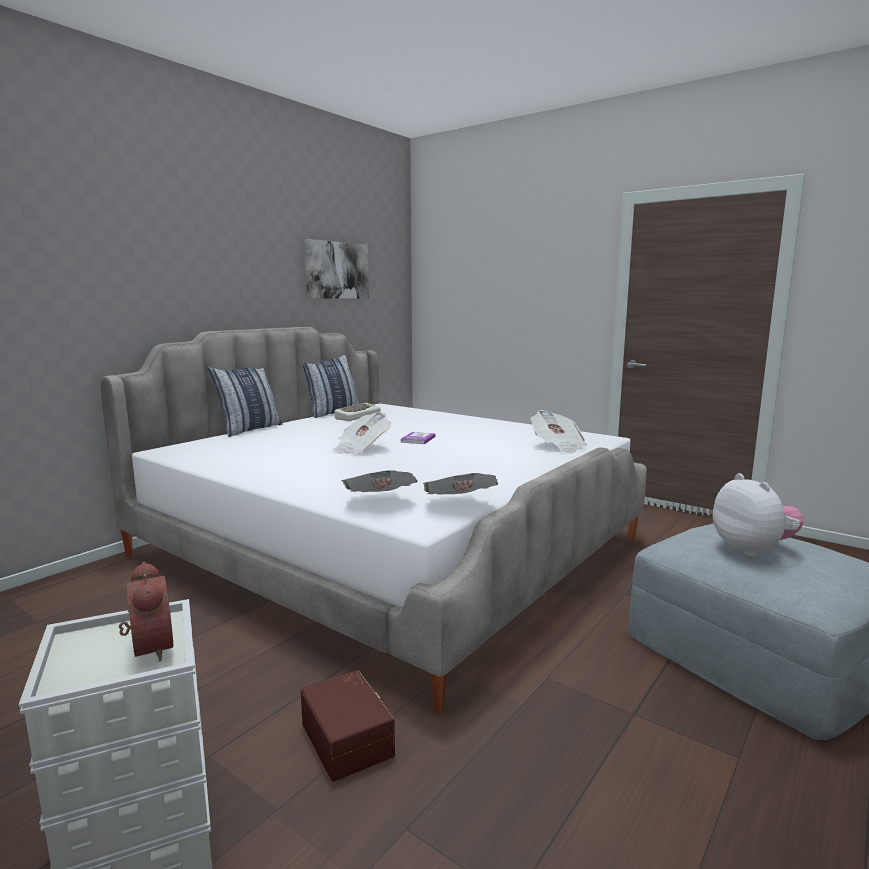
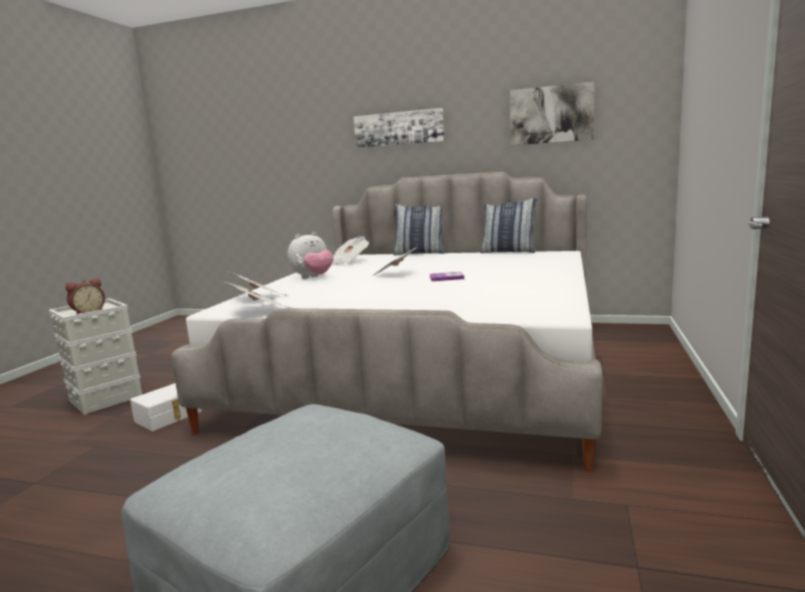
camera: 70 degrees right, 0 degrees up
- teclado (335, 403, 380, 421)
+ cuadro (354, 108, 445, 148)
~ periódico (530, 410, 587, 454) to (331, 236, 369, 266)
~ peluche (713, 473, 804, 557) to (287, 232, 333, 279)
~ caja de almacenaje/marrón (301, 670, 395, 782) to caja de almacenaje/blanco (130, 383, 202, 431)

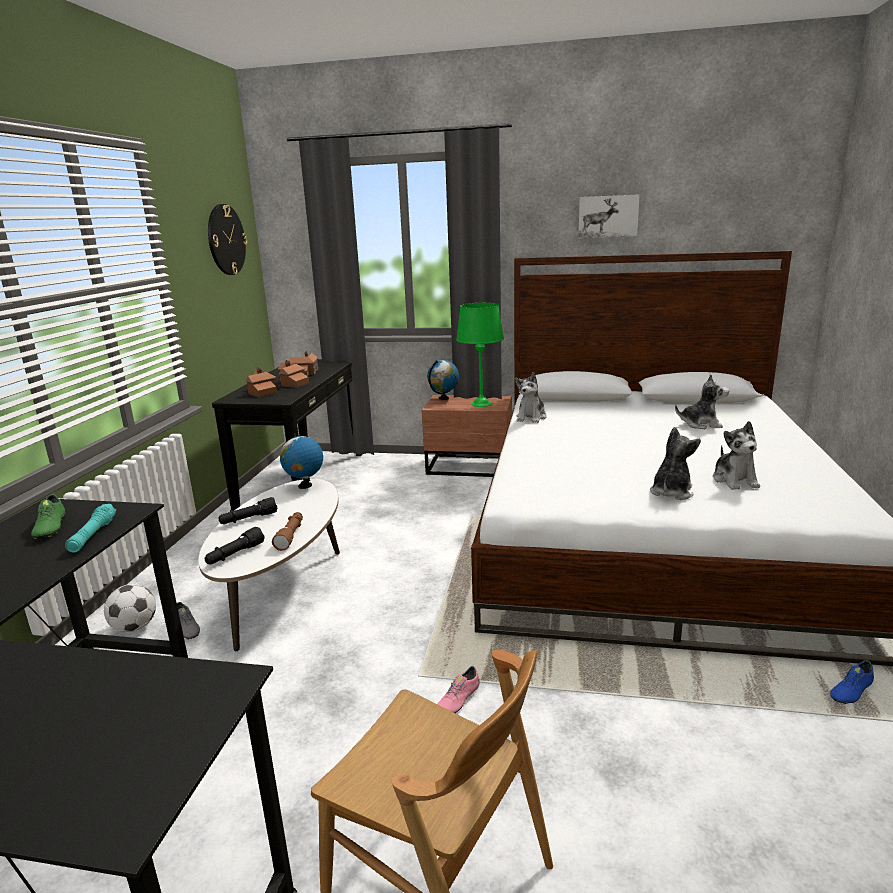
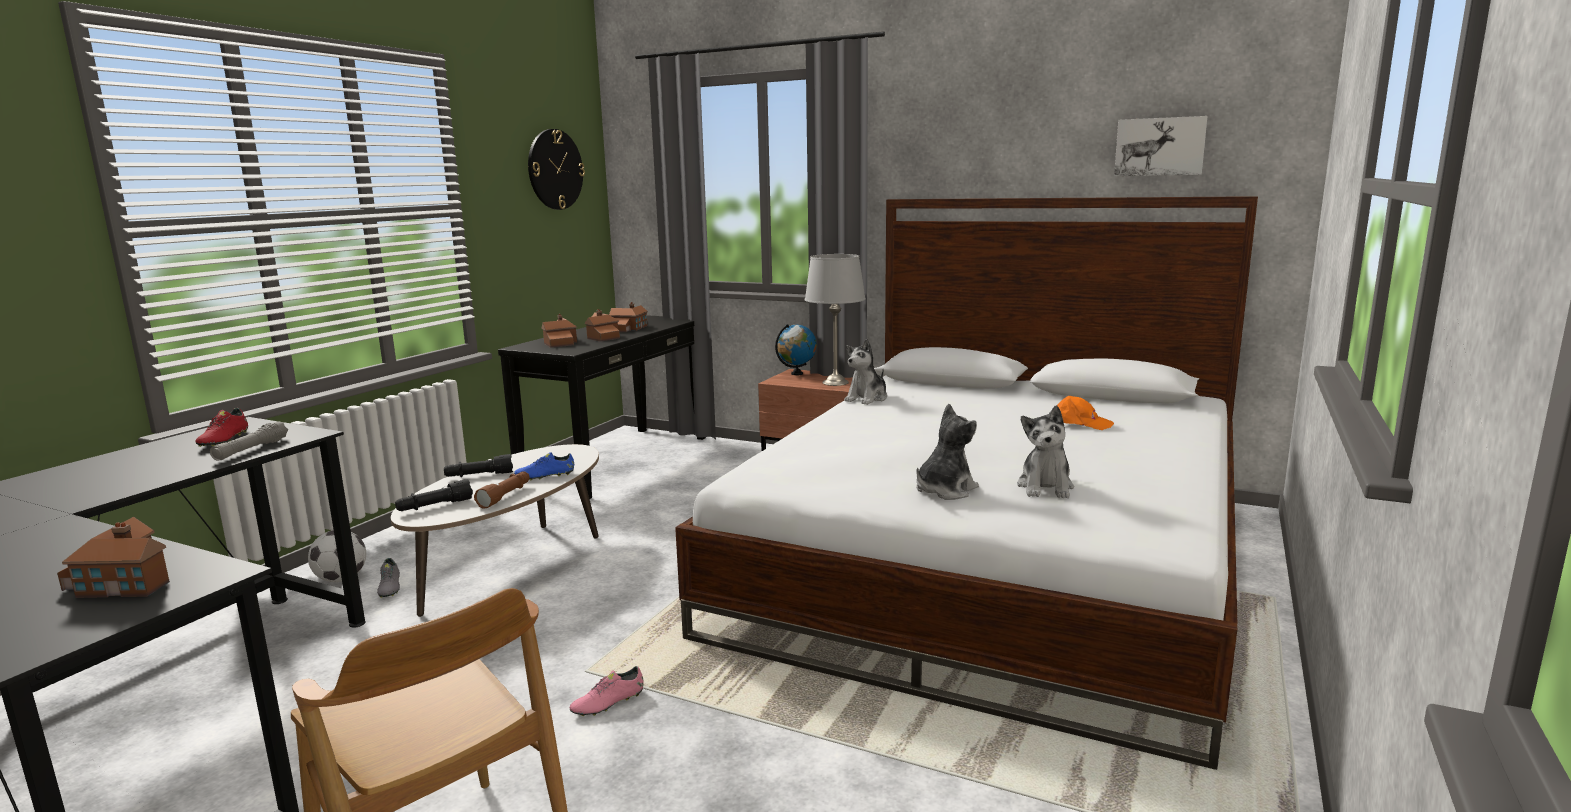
camera: 15 degrees right, 5 degrees down
- globo terráqueo (280, 433, 323, 489)
+ casita (57, 517, 170, 598)
~ cuadro (578, 194, 640, 238) to (1114, 116, 1207, 176)
~ zapato/azul (830, 660, 874, 704) to (514, 452, 574, 480)
~ peluche (675, 374, 729, 429) to gorra/naranja (1057, 396, 1114, 430)
~ zapato/verde (31, 494, 65, 539) to zapato/rojo (195, 408, 248, 447)
~ linterna/turquesa (65, 504, 116, 552) to linterna/gris (210, 422, 288, 461)
~ lámpara de mesa/verde (456, 303, 504, 407) to lámpara de mesa/gris (805, 254, 866, 386)

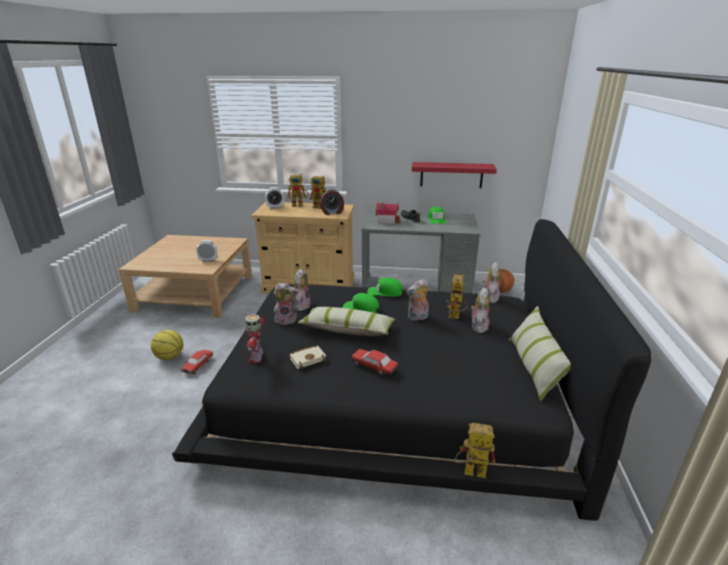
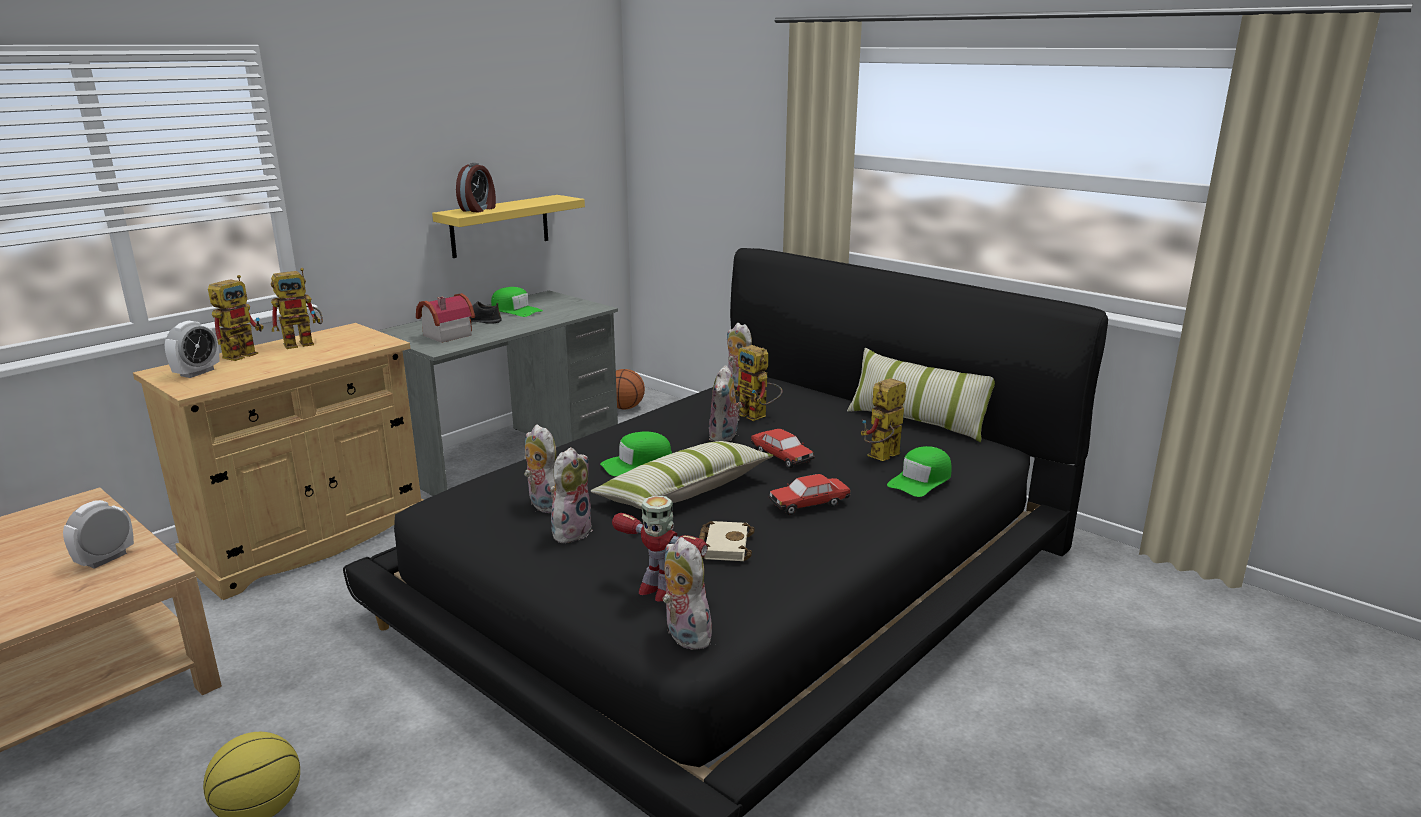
camera: 55 degrees left, 5 degrees down
~ coche de juguete (181, 350, 213, 374) to (751, 429, 815, 469)
~ despertador (320, 189, 344, 215) to (456, 163, 496, 212)
~ gorra/verde (367, 278, 403, 297) to (887, 446, 952, 497)
~ robot de juguete (455, 423, 495, 479) to (861, 378, 906, 461)
~ peluche (471, 287, 490, 333) to (662, 537, 715, 650)
~ estante/rojo (412, 162, 497, 188) to estante/amarillo (432, 195, 585, 258)

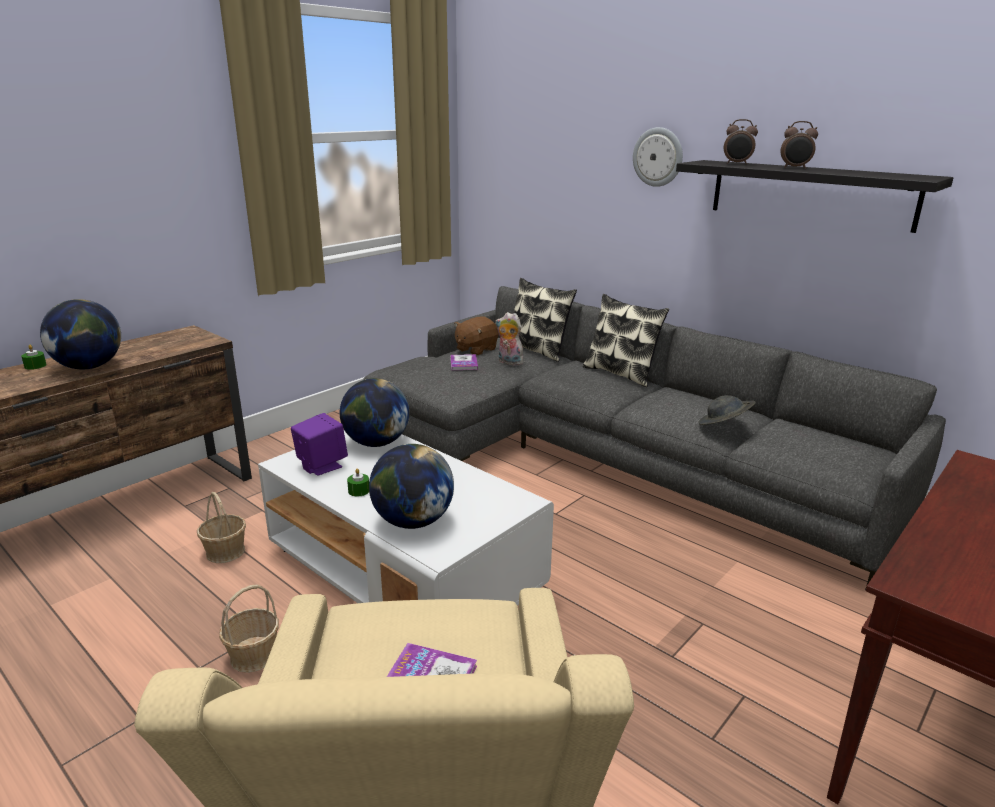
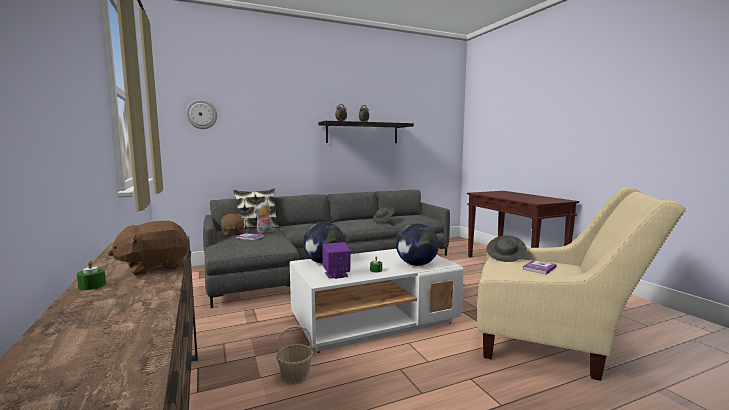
camera: 65 degrees left, 15 degrees down
- cesta (219, 585, 279, 673)
- cojín (583, 294, 669, 387)
+ sombrero/gris (486, 235, 527, 262)
~ reloj de pared (633, 127, 683, 187) to (186, 100, 217, 129)
~ globo terráqueo (40, 299, 121, 369) to peluche/marrón (108, 221, 189, 276)

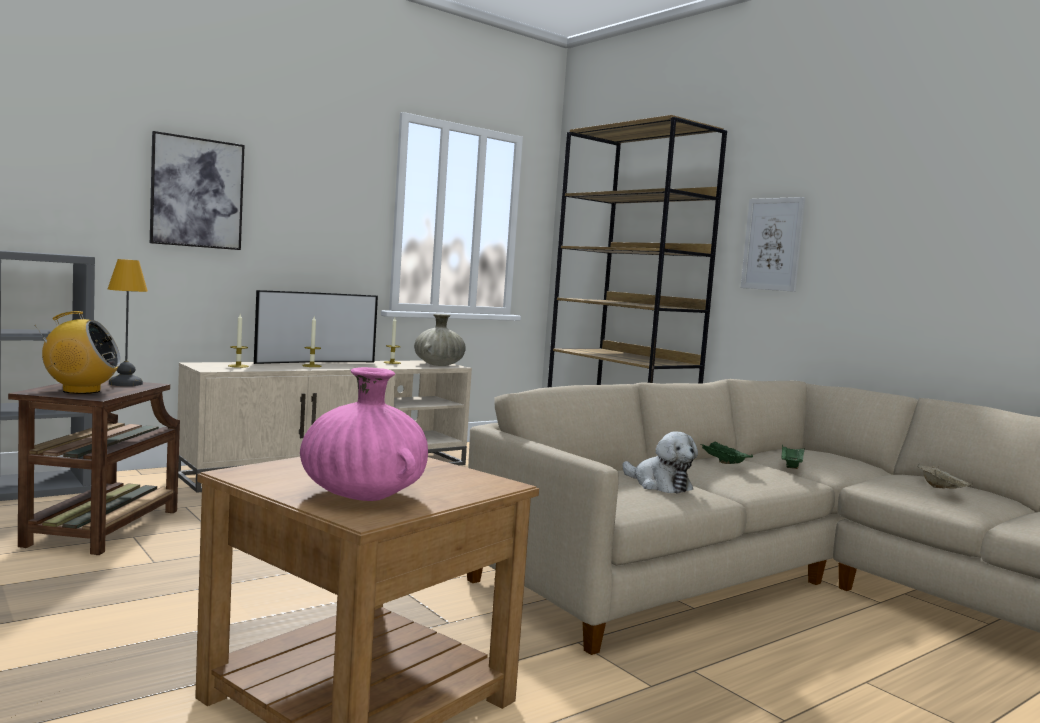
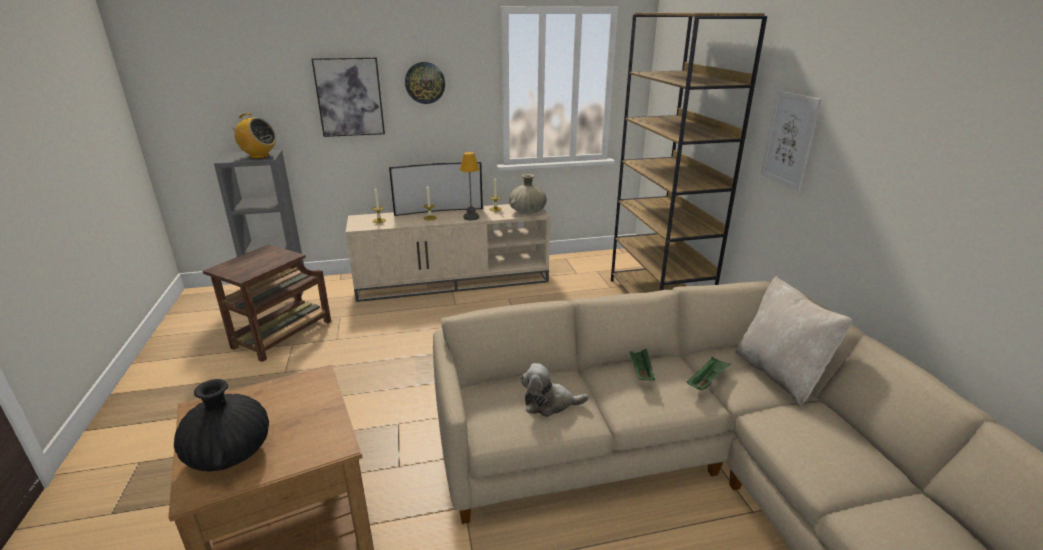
camera: 25 degrees right, 20 degrees up
- bandeja/beis (917, 464, 973, 489)
+ reloj de pared (405, 62, 445, 104)
+ cojín/beis (735, 276, 853, 406)
~ radio (34, 311, 121, 394) to (229, 113, 276, 159)
~ lámpara de mesa (108, 259, 148, 386) to (460, 152, 479, 220)
~ florero/rosa (300, 367, 428, 501) to florero/negro (174, 379, 269, 471)
~ peluche (622, 431, 698, 493) = (521, 363, 589, 417) 105 degrees clockwise

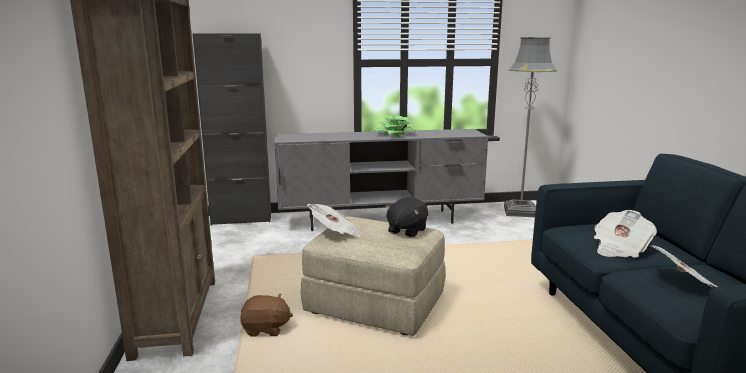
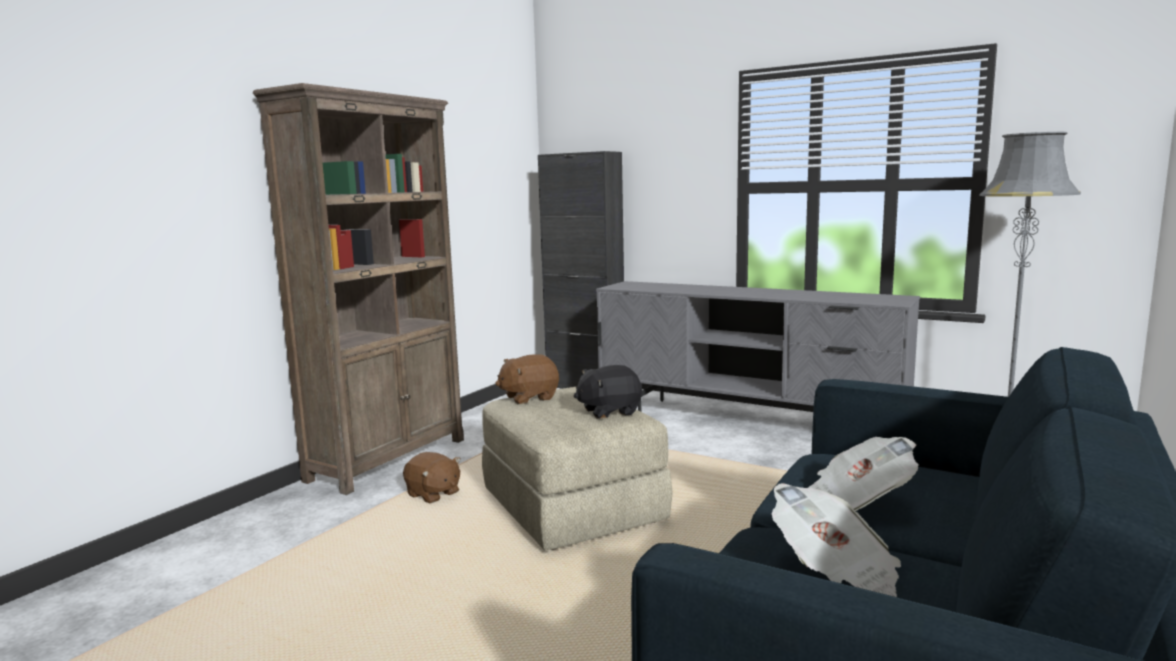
camera: 40 degrees right, 5 degrees down
- planta en maceta (371, 116, 416, 137)
~ periódico (307, 204, 361, 237) to peluche/marrón (495, 354, 559, 404)

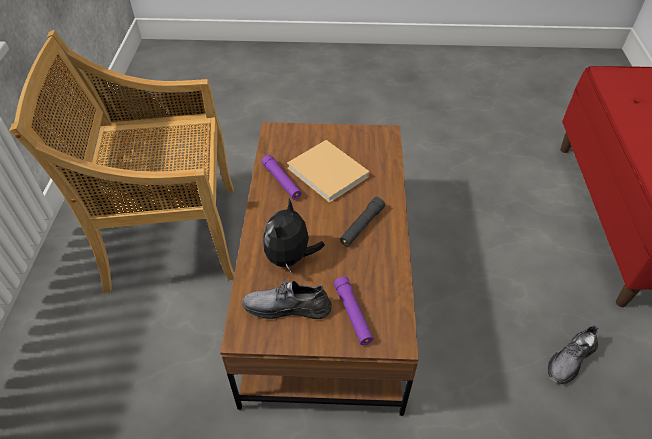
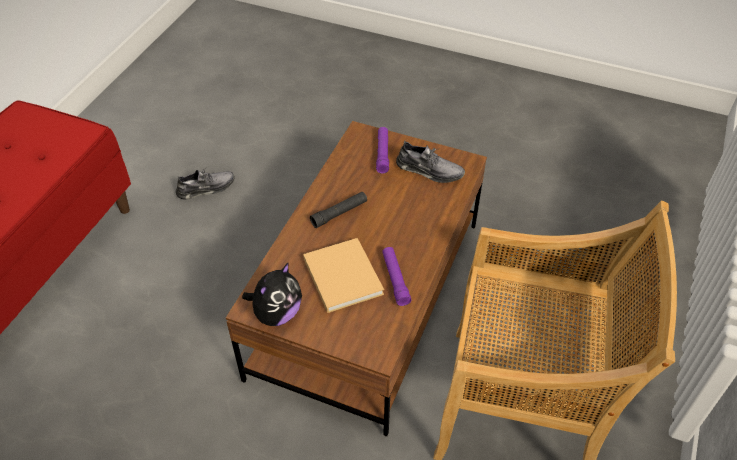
camera: 160 degrees left, 0 degrees up
~ peluche (263, 199, 325, 273) to (242, 262, 302, 326)

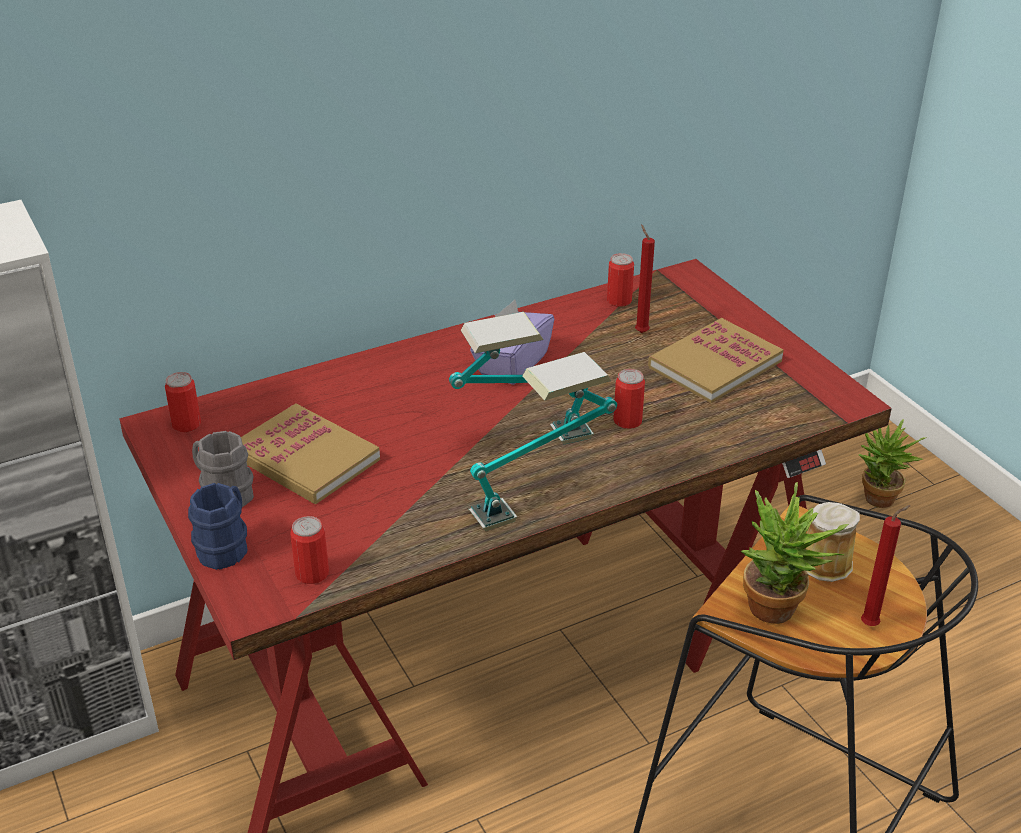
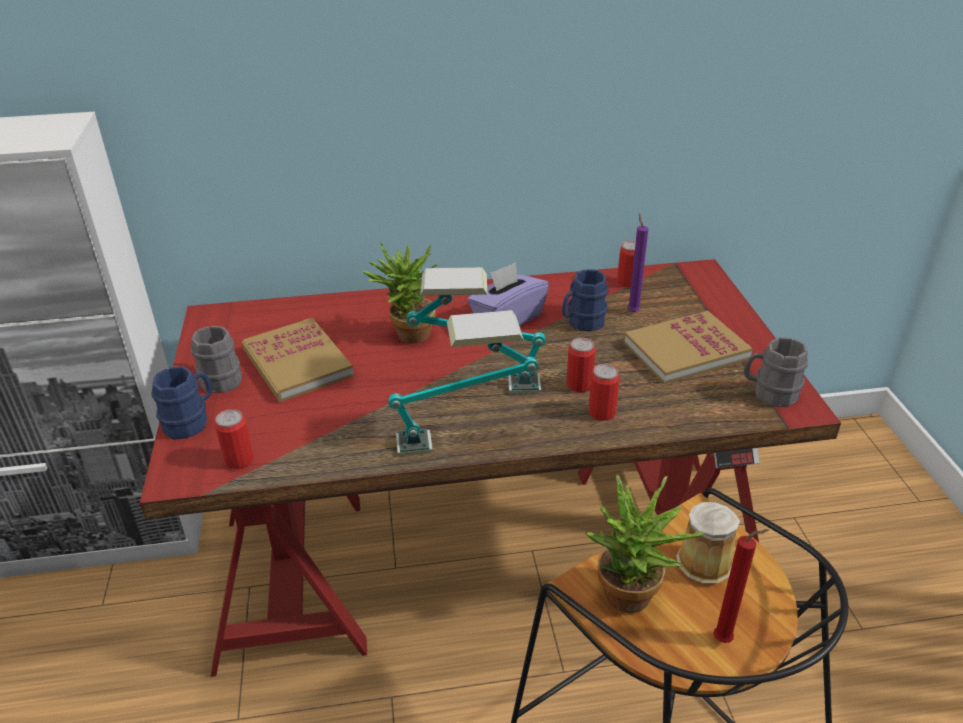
camera: 20 degrees right, 0 degrees up
+ taza grande/azul (562, 269, 609, 331)
+ taza grande/gris (744, 337, 808, 407)
~ lata (165, 372, 201, 432) to (588, 364, 620, 421)
~ planta en maceta (859, 419, 926, 508) to (363, 243, 439, 344)
~ vela/rojo (635, 224, 655, 333) to vela/morado (627, 213, 648, 312)

